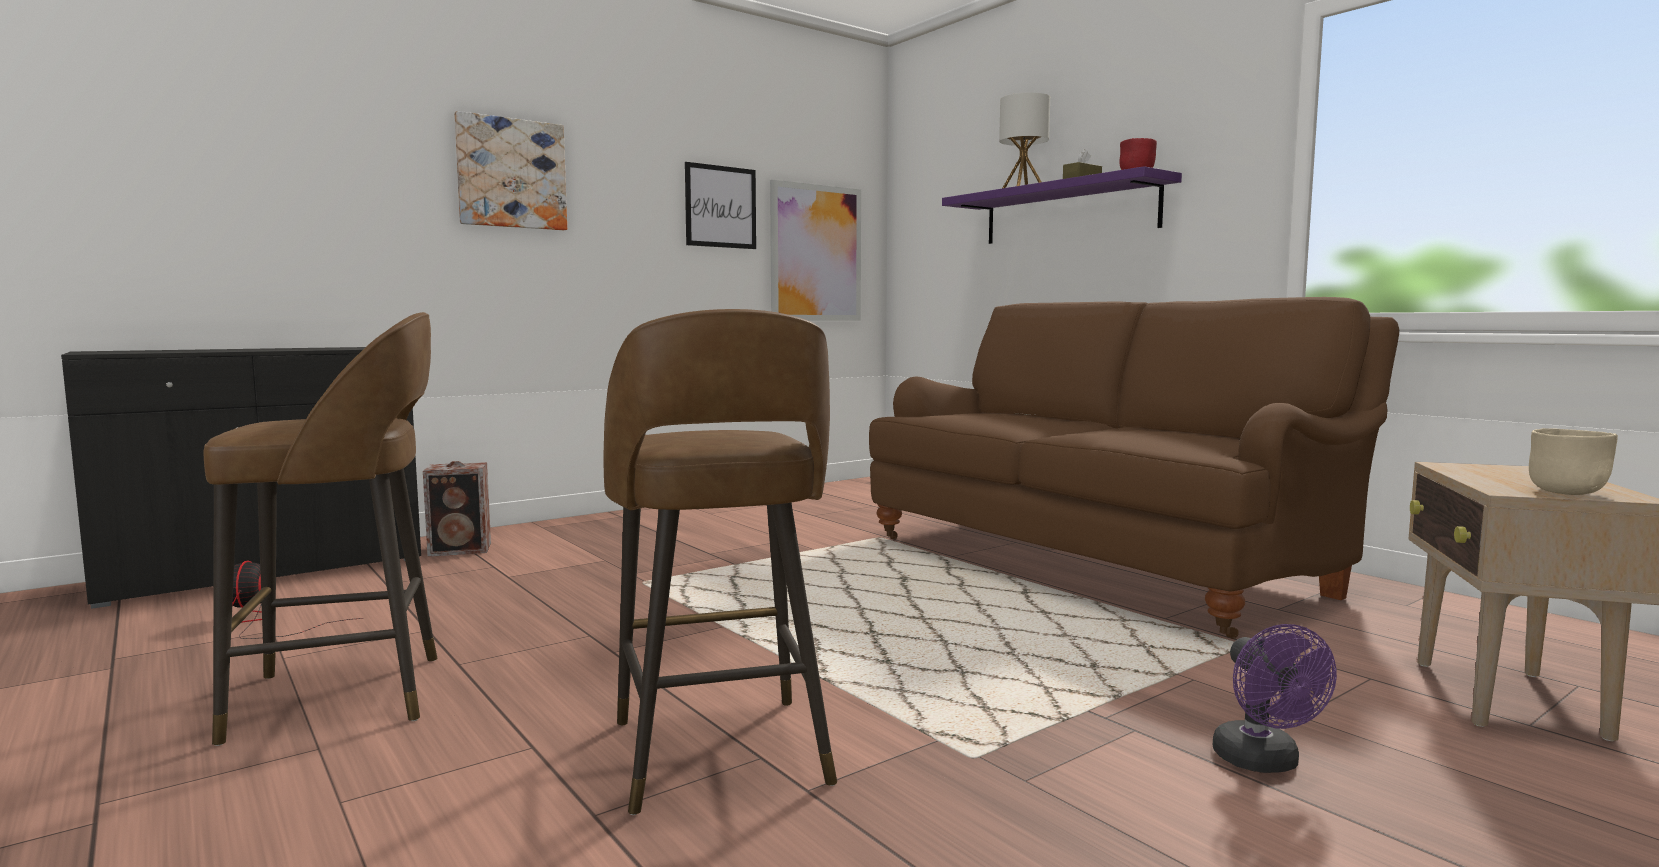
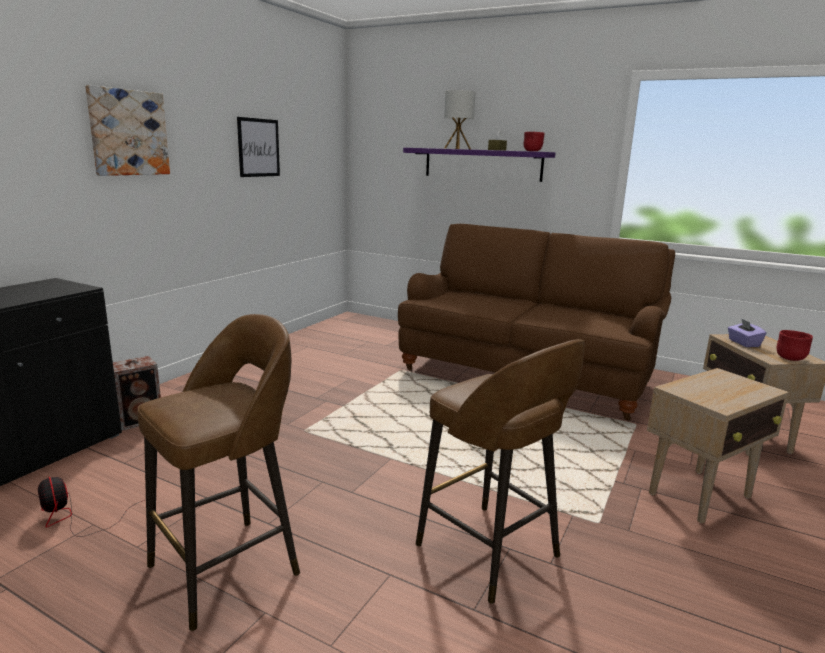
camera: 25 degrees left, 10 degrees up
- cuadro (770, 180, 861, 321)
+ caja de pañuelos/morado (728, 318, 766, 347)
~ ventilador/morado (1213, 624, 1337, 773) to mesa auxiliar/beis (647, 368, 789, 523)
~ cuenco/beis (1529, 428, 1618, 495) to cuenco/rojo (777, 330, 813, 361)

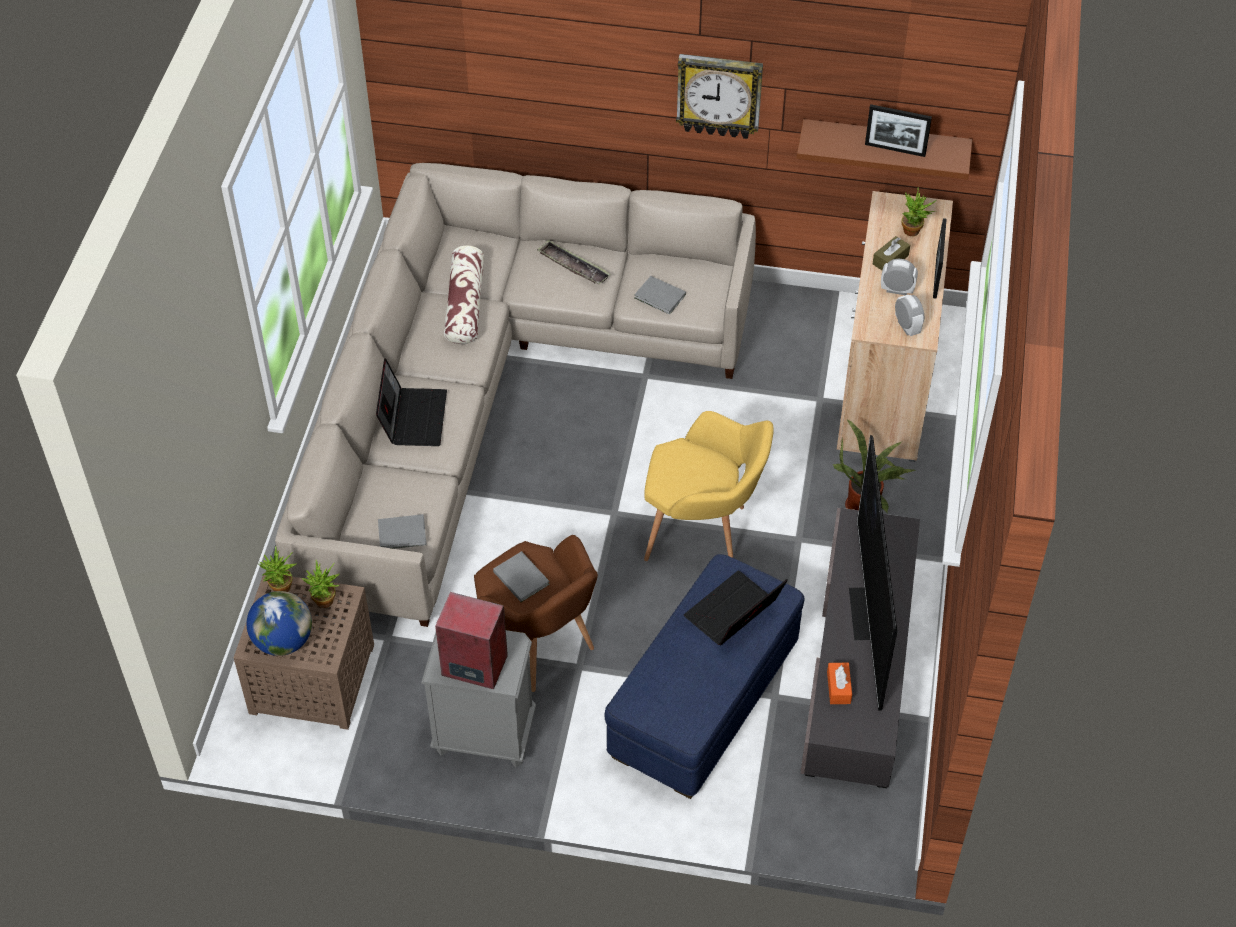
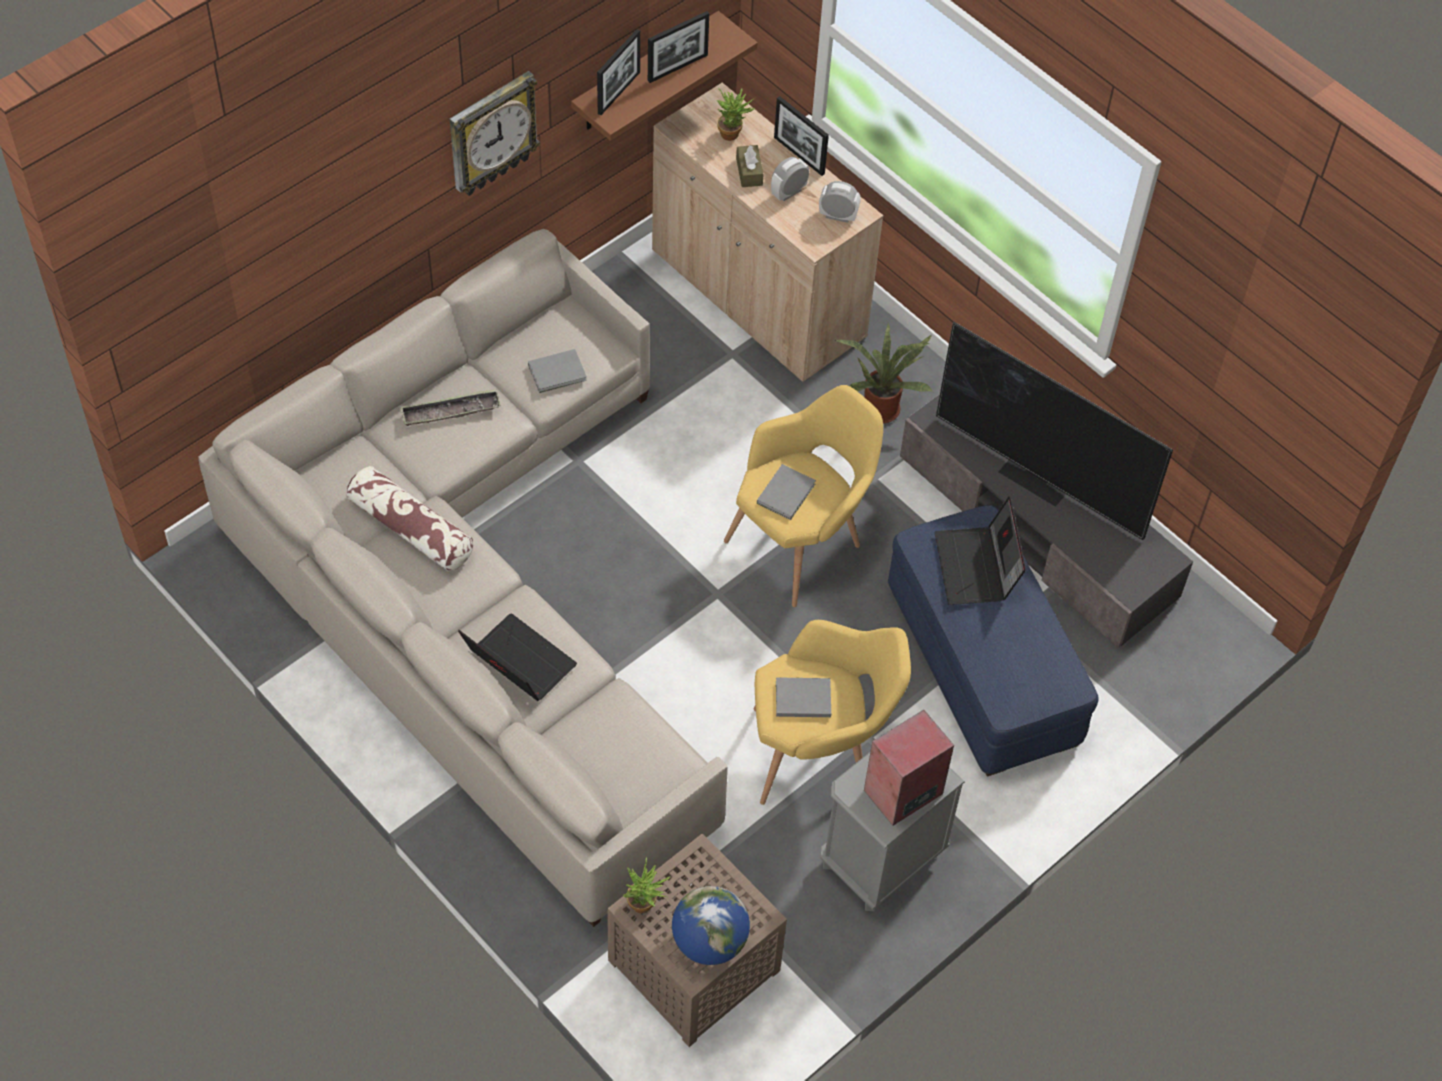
camera: 55 degrees left, 5 degrees up
- planta en maceta (302, 560, 340, 608)
- caja de pañuelos/naranja (827, 663, 852, 704)
+ portarretratos (597, 29, 640, 115)
~ libro/gris (378, 514, 427, 549) to (757, 464, 816, 520)
~ sillón/marrón (474, 535, 598, 692) to sillón/amarillo (754, 620, 911, 805)

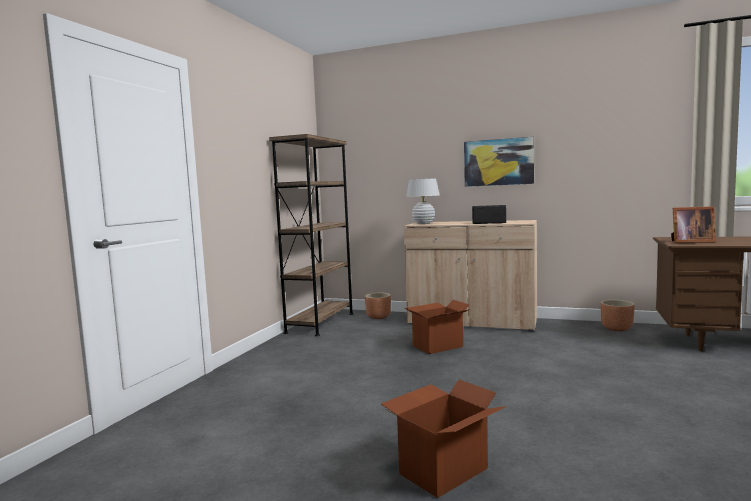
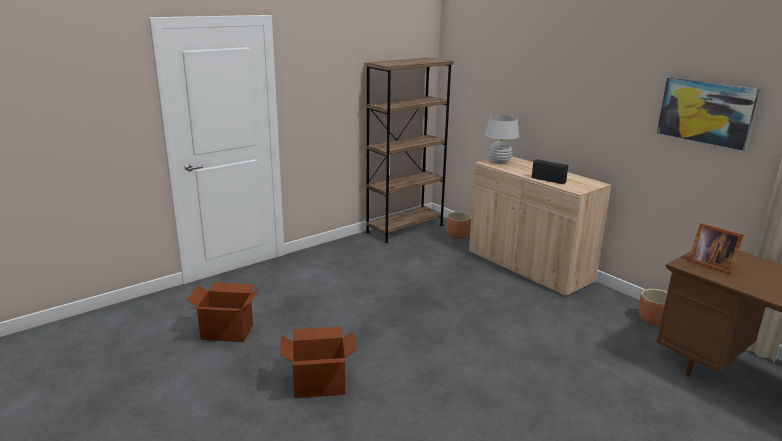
camera: 30 degrees right, 15 degrees up
~ caja de cartón (405, 300, 471, 354) to (186, 282, 259, 342)
~ cuadro (464, 137, 534, 187) to (657, 77, 760, 151)

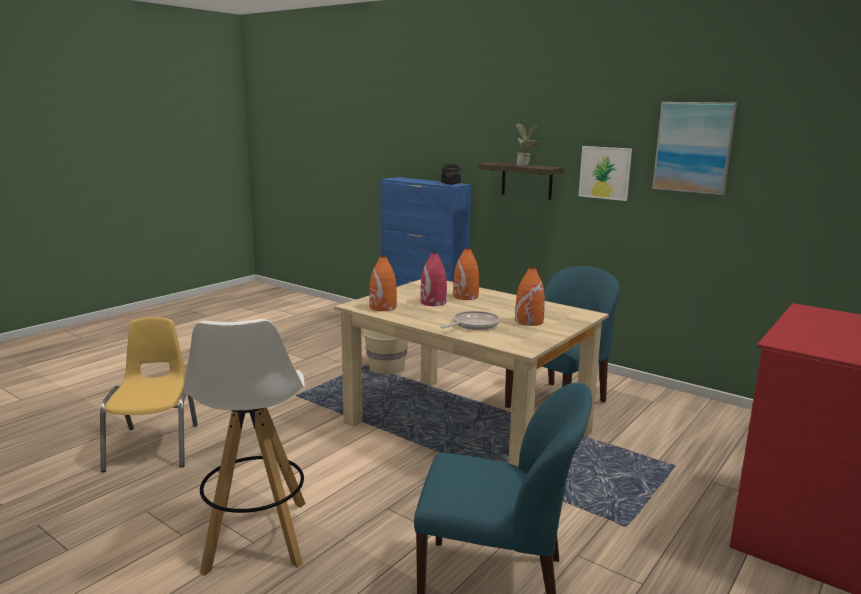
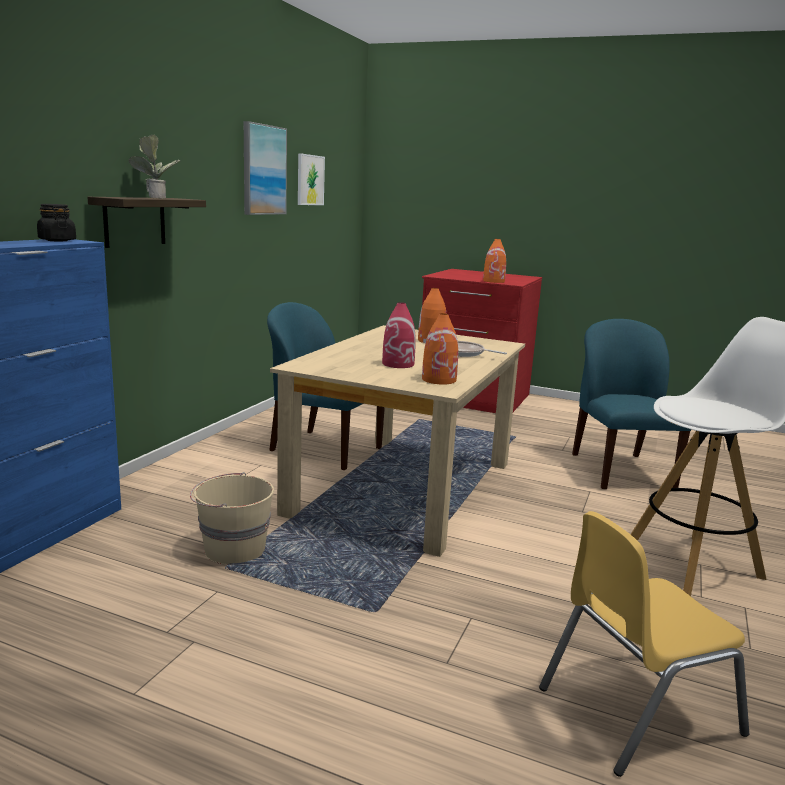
camera: 105 degrees left, 0 degrees up
~ florero/naranja (453, 248, 479, 300) to (483, 239, 506, 283)
~ cuadro (579, 146, 632, 201) to (298, 153, 325, 205)

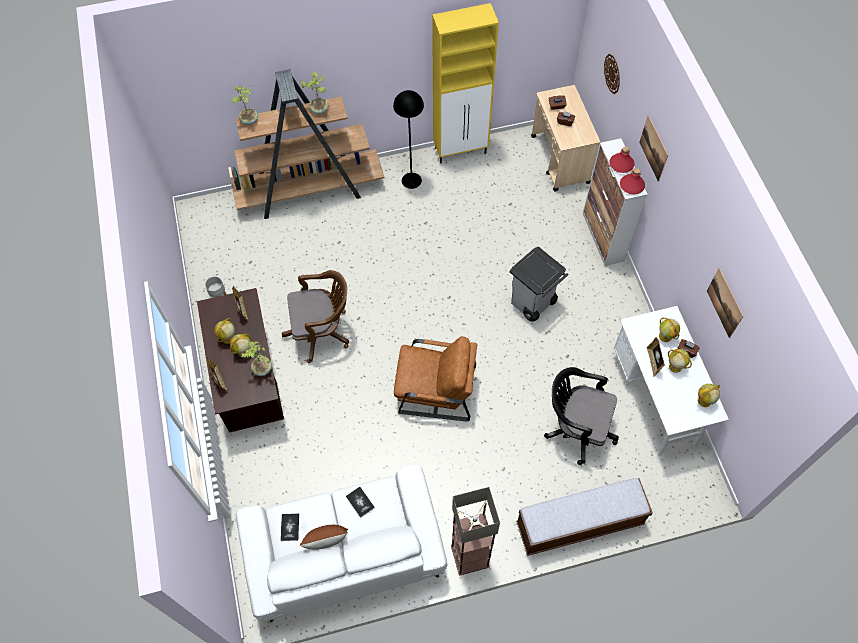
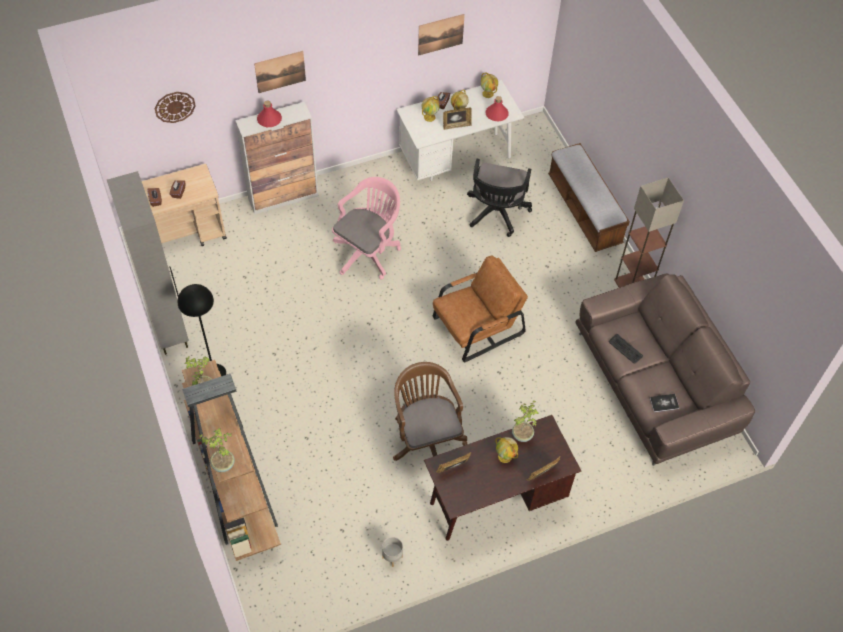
camera: 100 degrees left, 5 degrees down
- globo terráqueo (214, 318, 235, 344)
- cojín/marrón (300, 525, 348, 550)
~ botella/rojo (620, 168, 645, 194) to (486, 96, 509, 121)
~ libro (346, 487, 375, 518) to teclado (609, 334, 643, 363)
~ papelera/gris (510, 246, 568, 322) to silla de oficina/rosa (332, 177, 401, 280)
~ sofá/blanco (236, 464, 448, 623) to sofá/marrón (575, 273, 755, 466)
~ armario/amarillo (432, 3, 499, 163) to armario/gris (107, 171, 189, 355)
~ sillón/marrón (394, 336, 477, 421) = (432, 256, 528, 363) 60 degrees clockwise

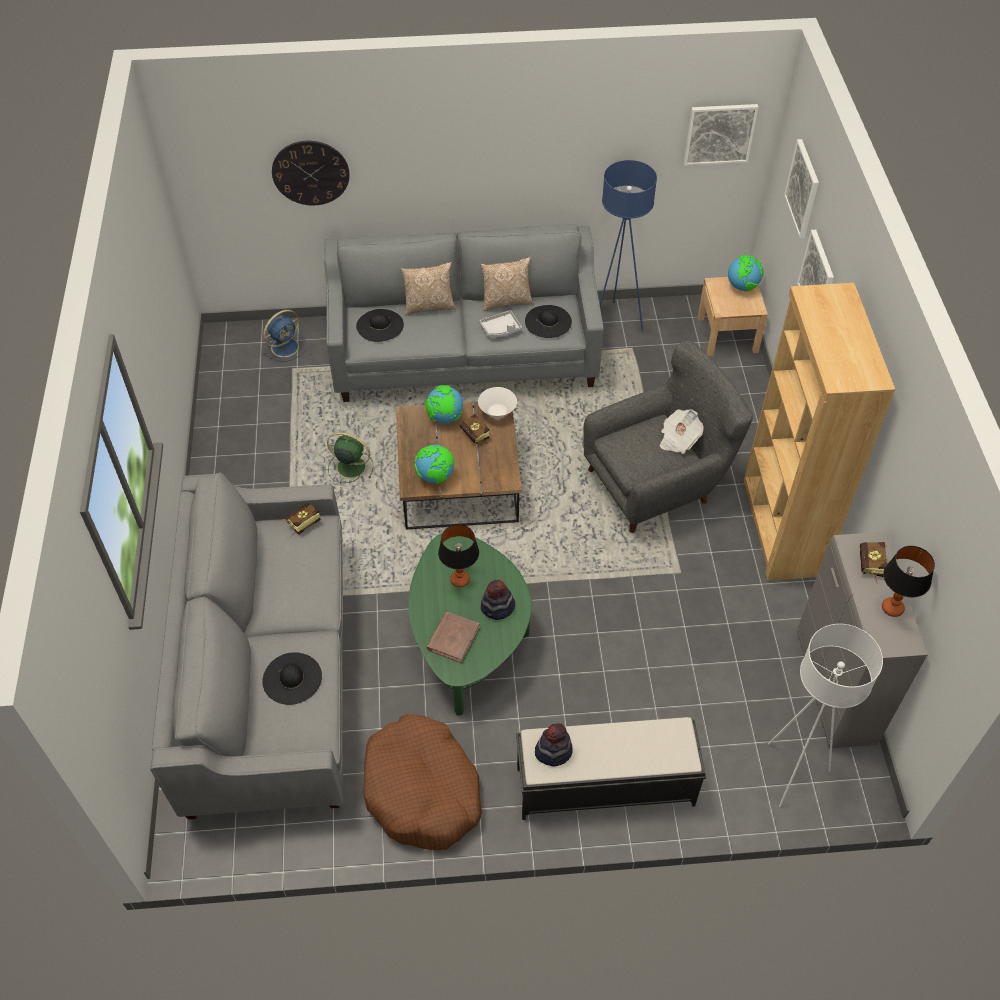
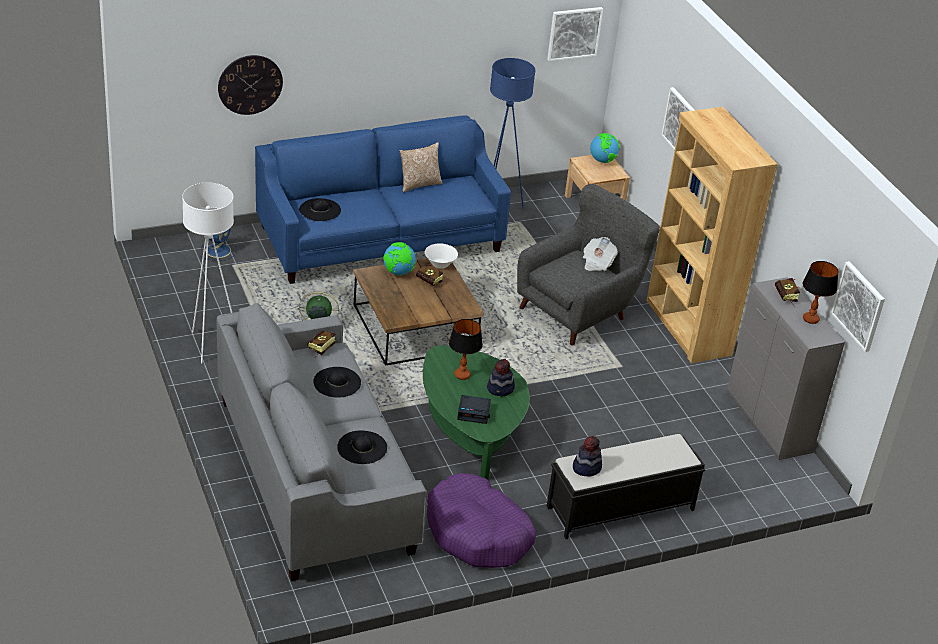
camera: 20 degrees left, 15 degrees down
- cojín (401, 262, 456, 316)
- globo terráqueo (415, 445, 455, 484)
- bandeja/gris (479, 310, 522, 337)
~ sombrero/negro (525, 305, 572, 338) to (314, 367, 361, 398)
~ lámpara de pie/blanco (768, 624, 883, 807) to (182, 183, 234, 364)
~ cuadro (784, 139, 819, 239) to (831, 261, 885, 352)
~ libro/marrón (427, 612, 479, 663) to despertador (457, 395, 491, 424)
~ sofá/gris (324, 224, 604, 402) to sofá/azul (255, 115, 511, 284)
~ cama para perro/marrón (364, 714, 482, 850) to cama para perro/morado (427, 473, 536, 568)

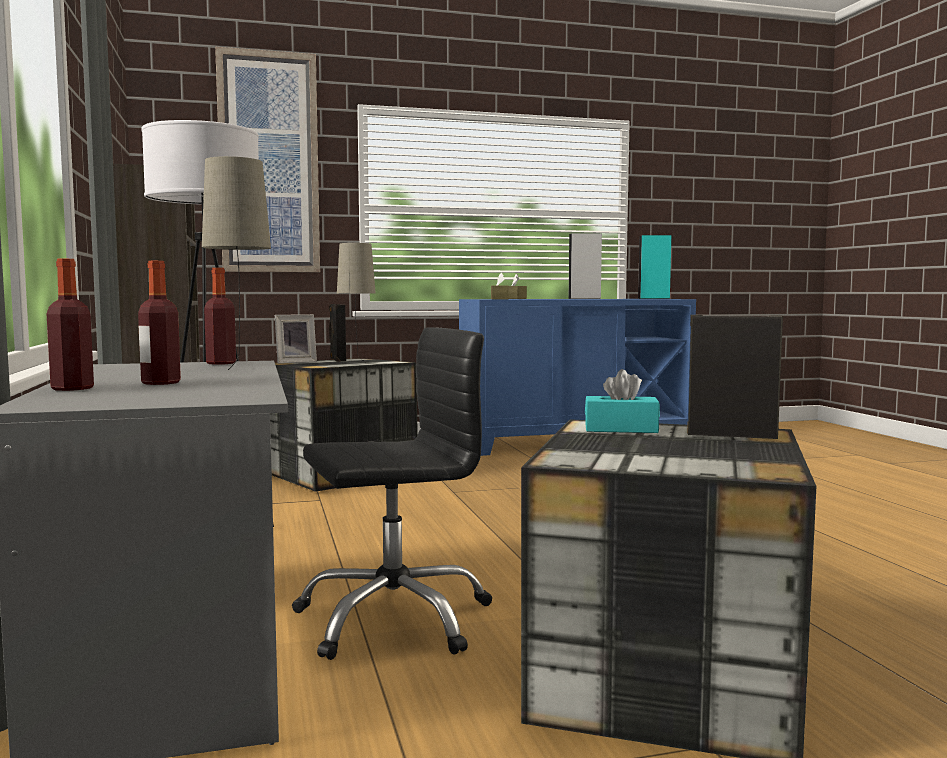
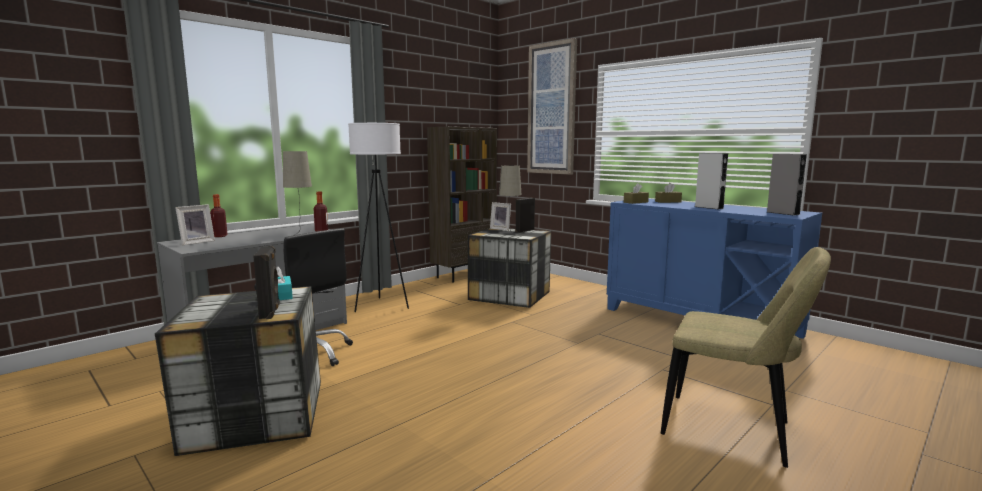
camera: 60 degrees right, 5 degrees up
- botella (138, 261, 181, 385)
+ portarretratos (175, 204, 215, 245)
+ silla/beis (661, 247, 831, 468)
~ altavoz/turquesa (638, 235, 671, 299) to altavoz/gris (767, 154, 807, 216)

